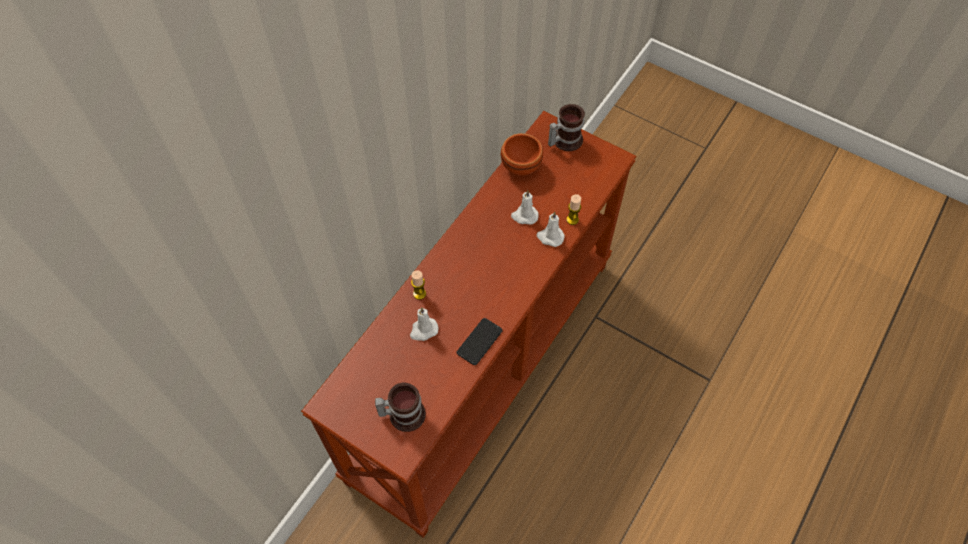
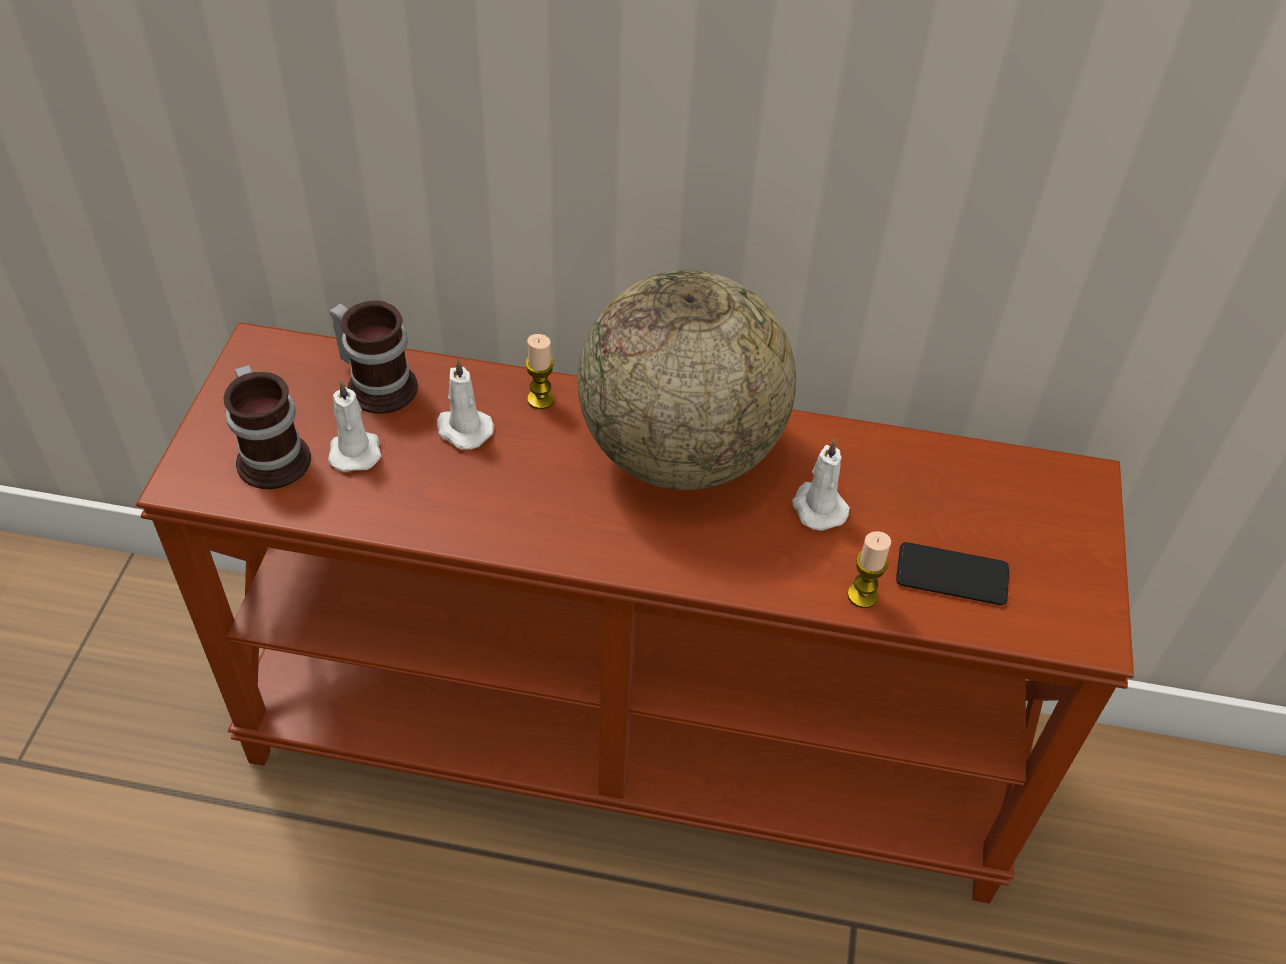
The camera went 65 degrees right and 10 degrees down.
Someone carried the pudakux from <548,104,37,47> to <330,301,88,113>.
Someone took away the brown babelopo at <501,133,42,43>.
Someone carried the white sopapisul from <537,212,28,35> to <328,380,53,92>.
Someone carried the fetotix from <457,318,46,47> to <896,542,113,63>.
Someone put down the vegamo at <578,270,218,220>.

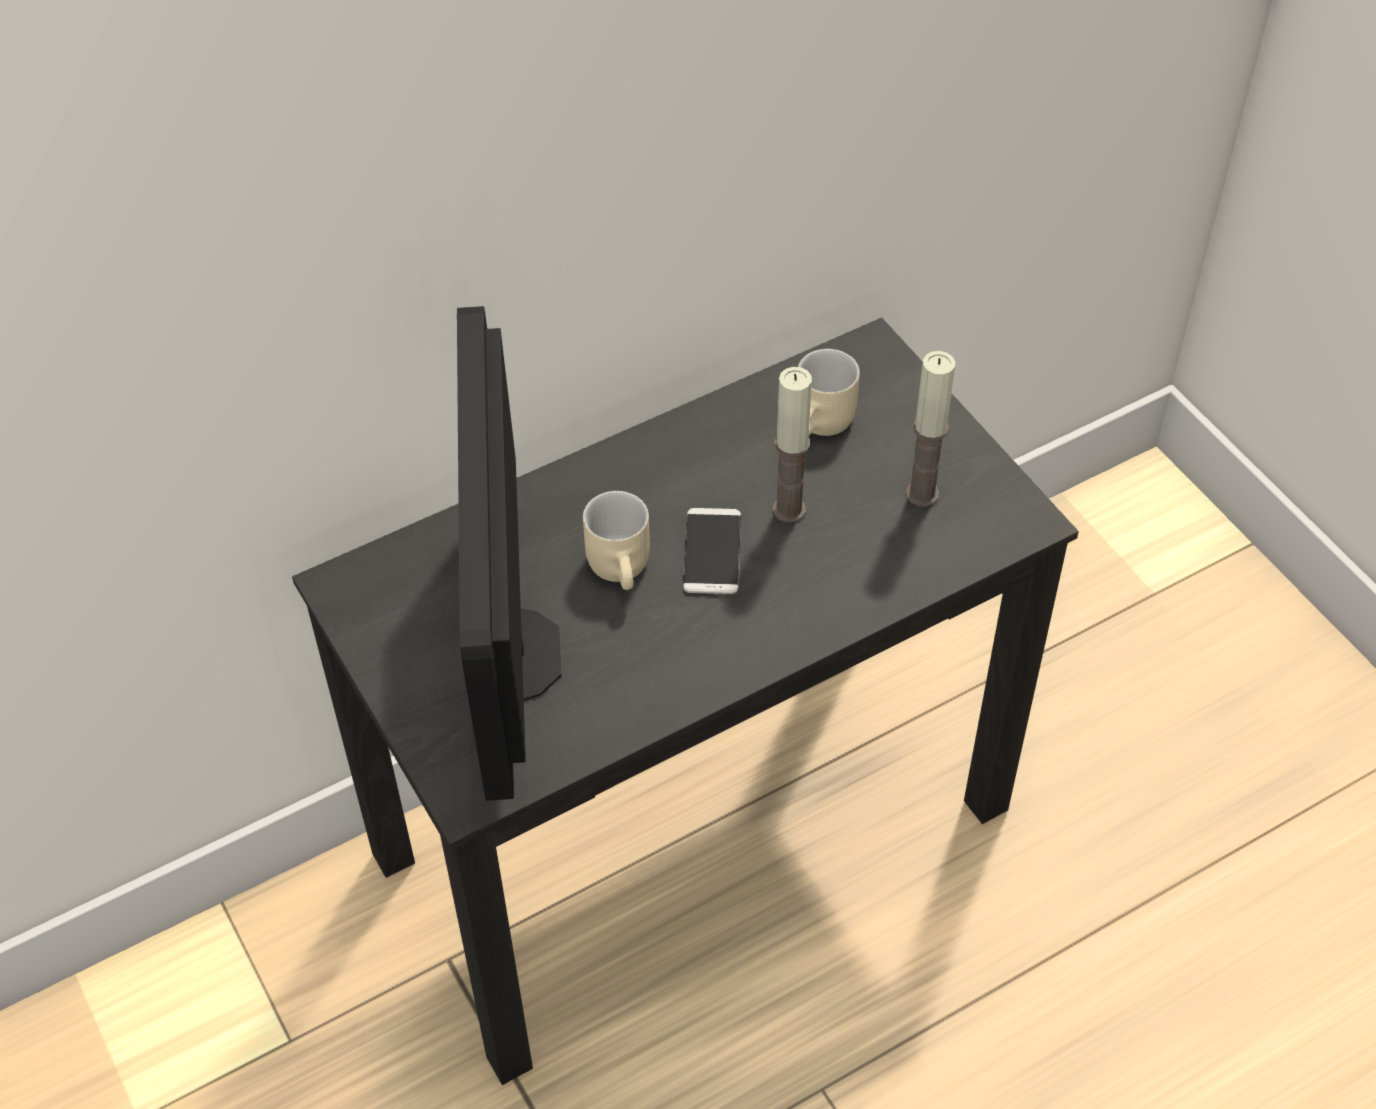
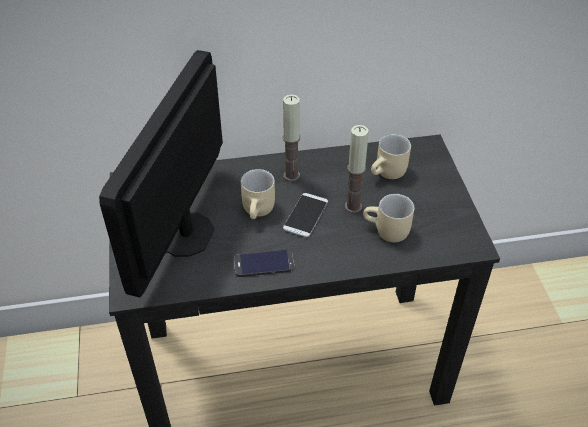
The camera went 20 degrees right and 5 degrees down.
Someone carried the sopapisul from <906,351,50,156> to <283,95,17,86>.
Someone put down the beige pudakux at <363,194,52,48>.
Someone put down the fetotix at <234,249,60,28>.

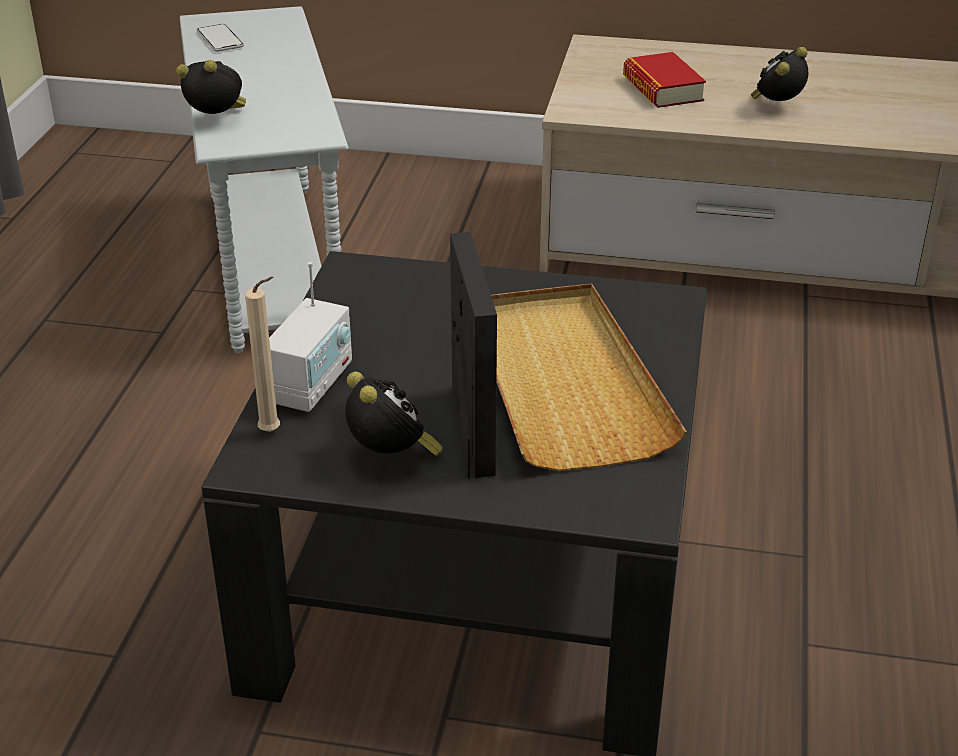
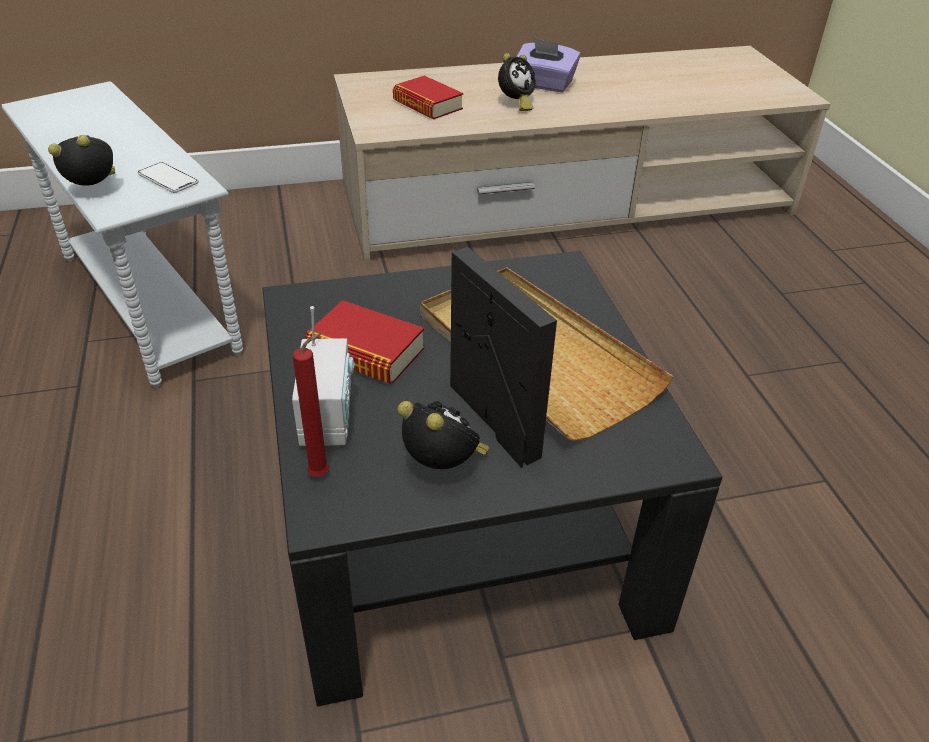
The camera went 25 degrees left and 5 degrees up.
Someone carried the fetotix from <197,24,47,28> to <137,162,61,31>.
Someone rotated the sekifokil at <751,47,57,54> by 150 degrees counterclockwise.
Someone repainted the beige sopapisul at <245,277,35,155>, which became the red sopapisul at <293,333,36,143>.
Someone put down the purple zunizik at <516,38,64,54>.
Someone put down the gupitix at <305,300,119,84>.

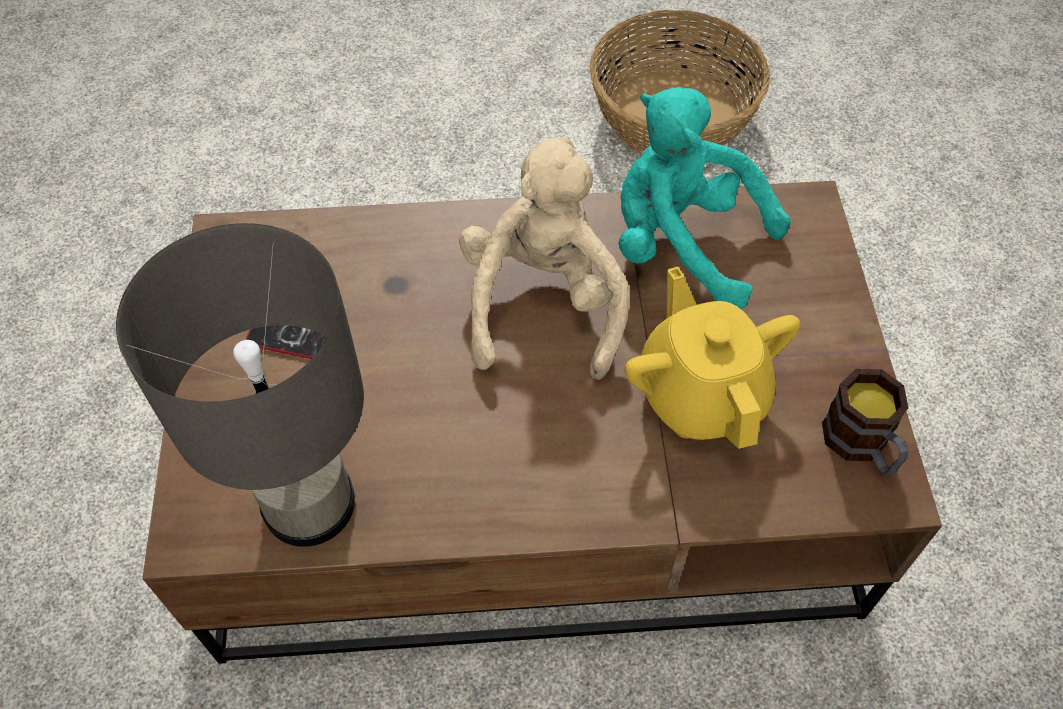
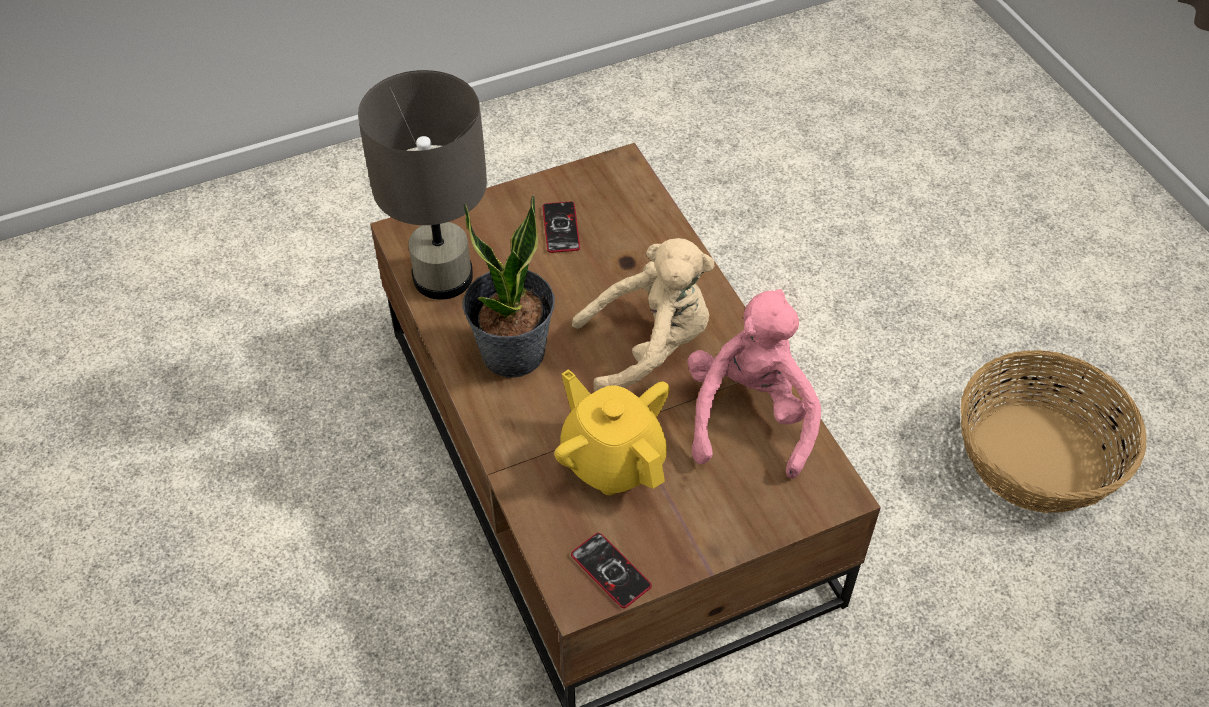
The camera went 70 degrees right and 5 degrees down.
Someone repainted the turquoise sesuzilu at <619,86,172,223>, which became the pink sesuzilu at <687,289,134,190>.
Someone rotated the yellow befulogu at <625,266,175,183> by 90 degrees counterclockwise.
Someone swapped the pudakux at <822,369,87,106> for the fetotix at <571,533,81,75>.
Someone put down the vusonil at <463,195,92,183>.

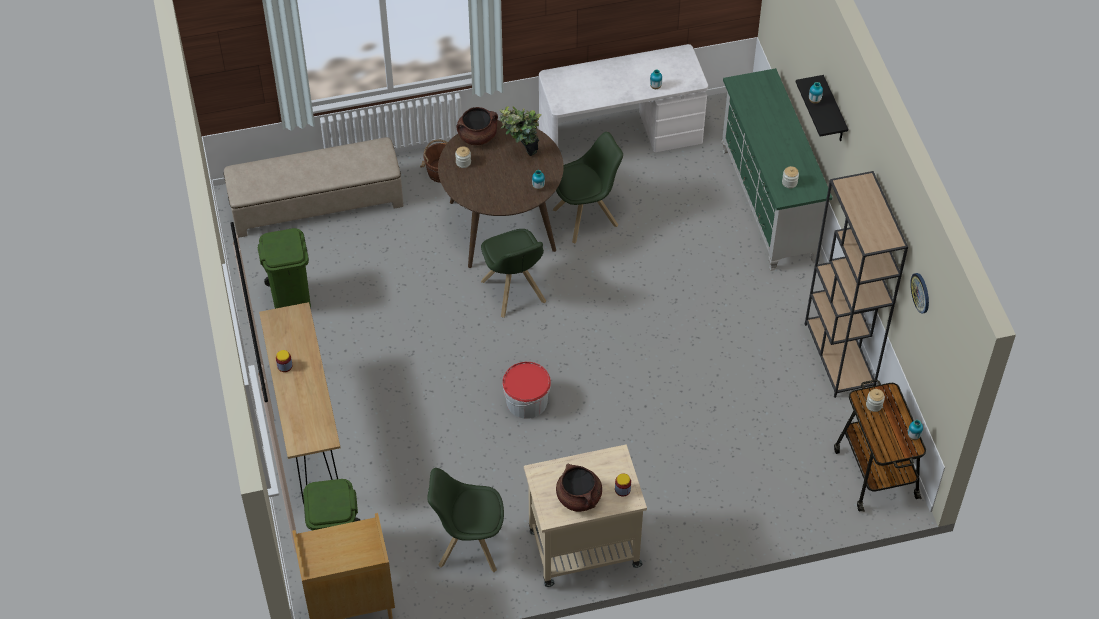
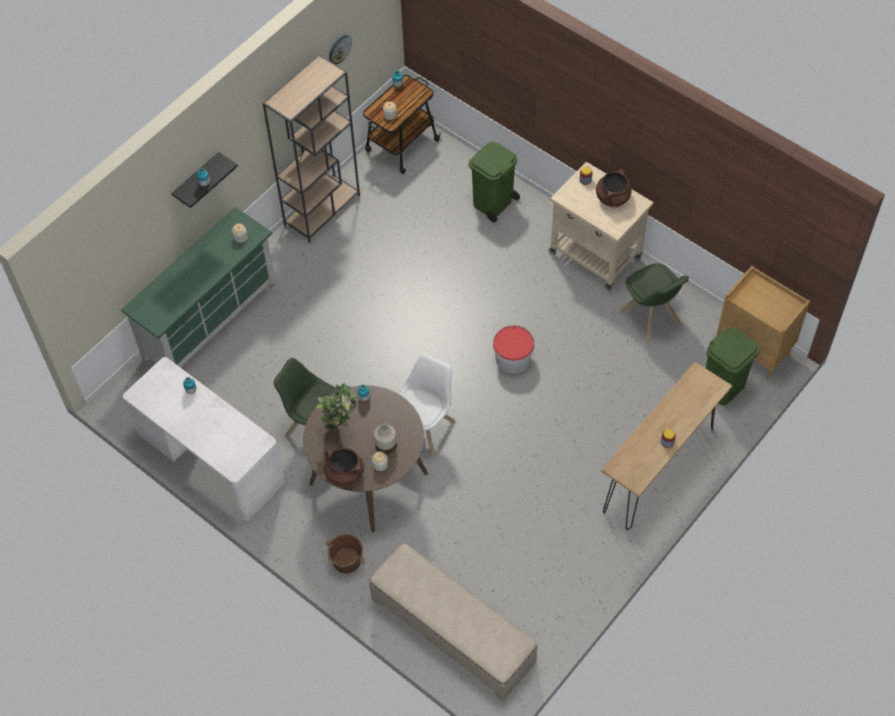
The camera went 125 degrees left and 5 degrees up.
Someone carried the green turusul from <258,228,53,81> to <469,142,51,80>.
Someone repainted the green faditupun at <481,229,65,89>, which became the white faditupun at <399,354,56,103>.
Someone put down the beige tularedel at <374,424,23,30>.

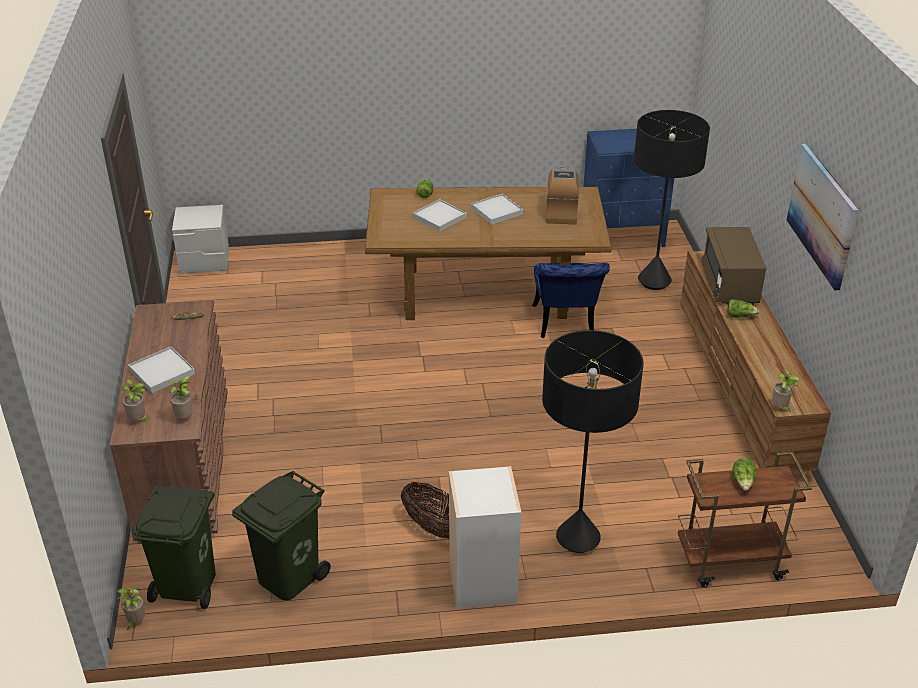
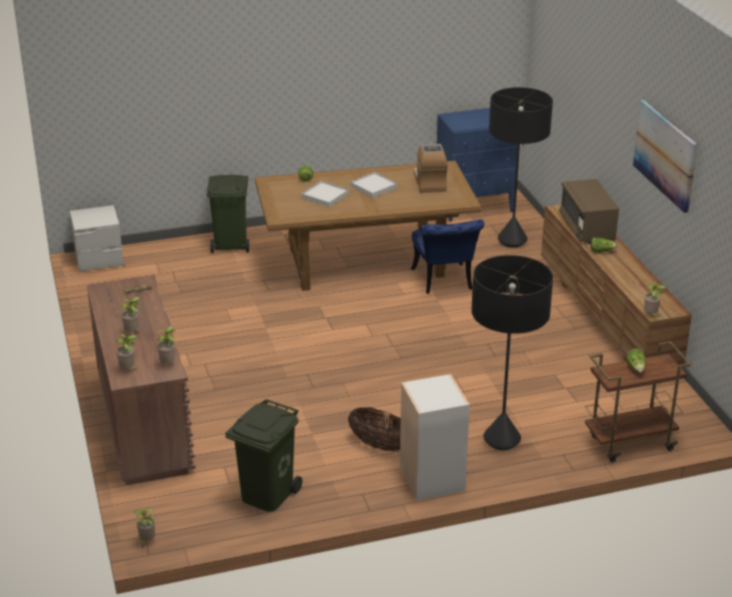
The camera went 10 degrees left and 5 degrees down.
Someone swapped the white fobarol at <128,347,67,46> for the vusonil at <121,297,19,35>.
Someone carried the green turusul from <133,486,83,123> to <207,175,42,78>.

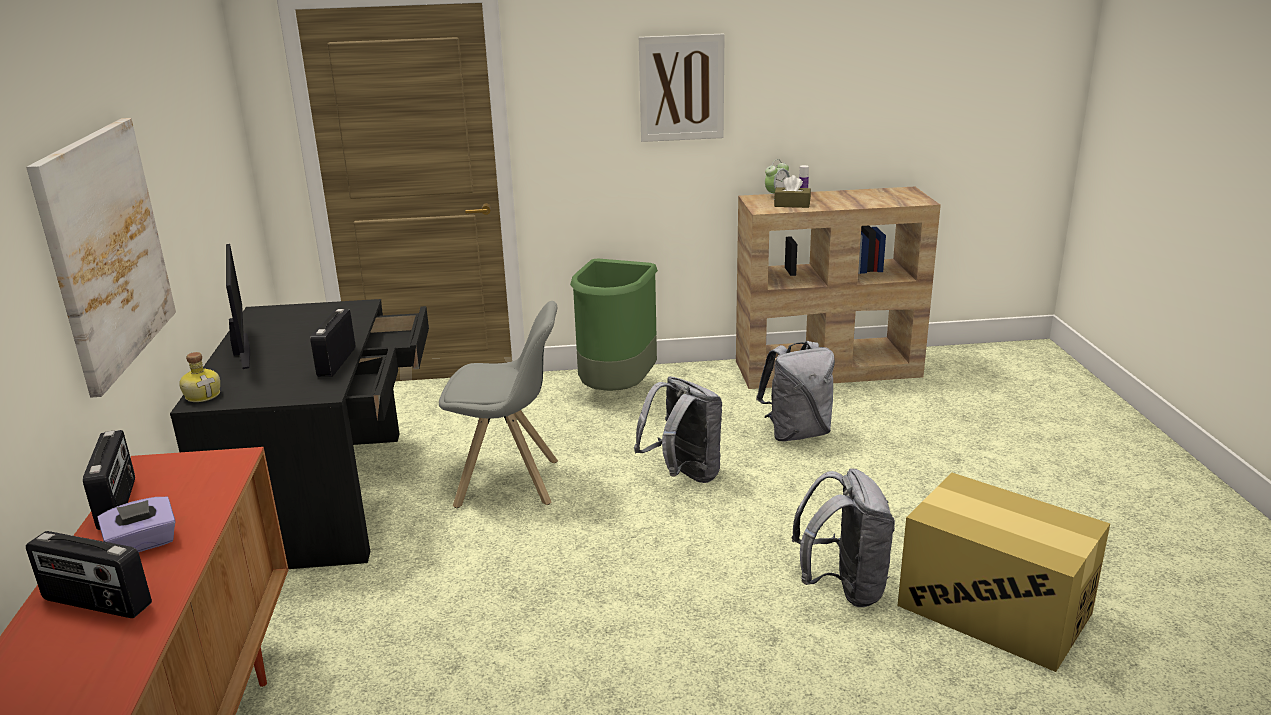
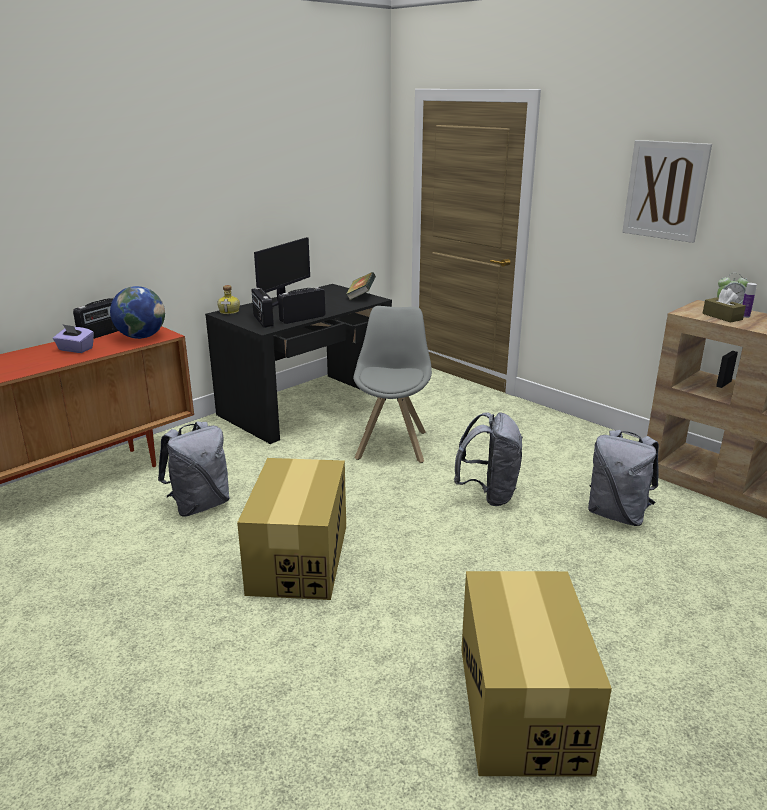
The camera went 50 degrees right and 0 degrees up.
Someone took away the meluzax at <26,118,150,279>.
Someone took away the green turusul at <570,259,88,132>.
Someone rotated the grey faditupun at <439,301,119,207> by 135 degrees counterclockwise.
Someone carried the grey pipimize from <792,468,103,139> to <158,421,72,96>.
Someone carried the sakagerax from <26,531,126,87> to <252,288,22,40>.
Someone put down the gupitix at <346,272,30,28>.
Someone put down the vegamo at <110,286,55,53>.
Someone put down the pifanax at <237,458,109,142>.

